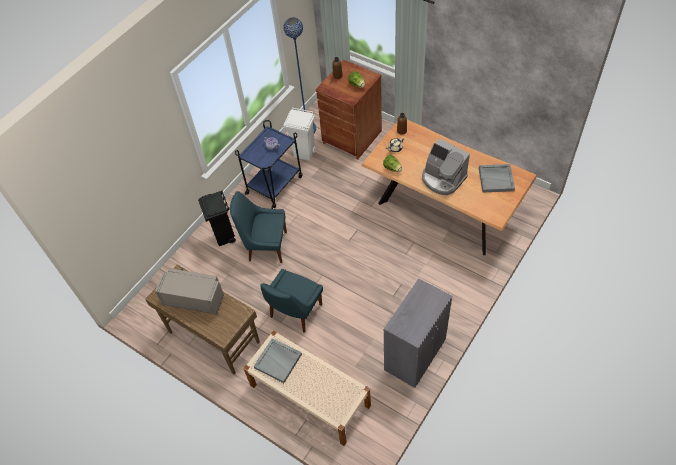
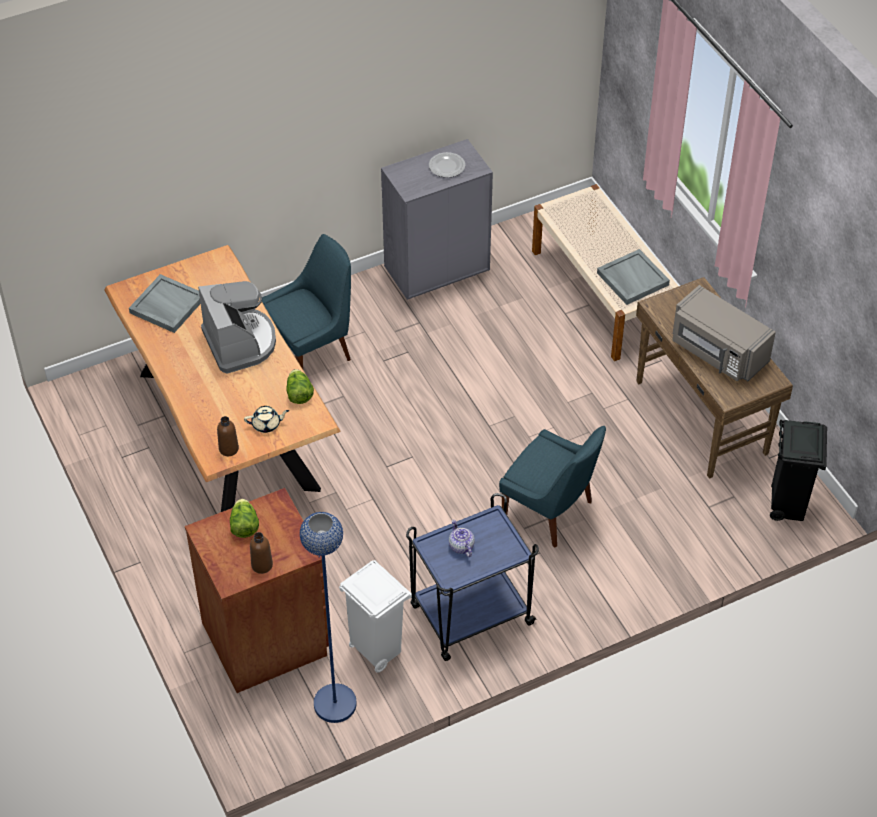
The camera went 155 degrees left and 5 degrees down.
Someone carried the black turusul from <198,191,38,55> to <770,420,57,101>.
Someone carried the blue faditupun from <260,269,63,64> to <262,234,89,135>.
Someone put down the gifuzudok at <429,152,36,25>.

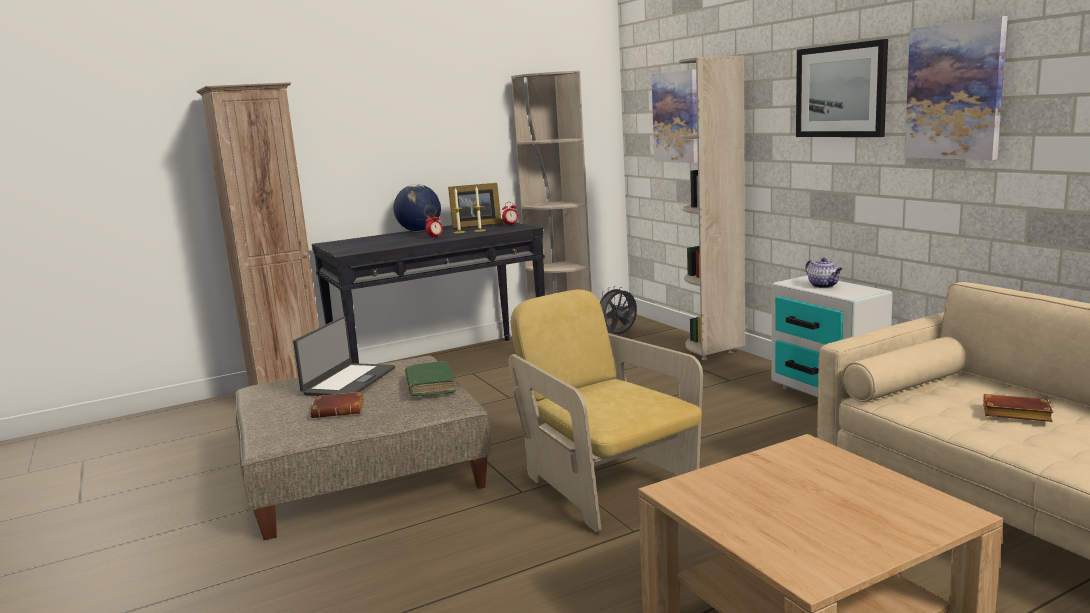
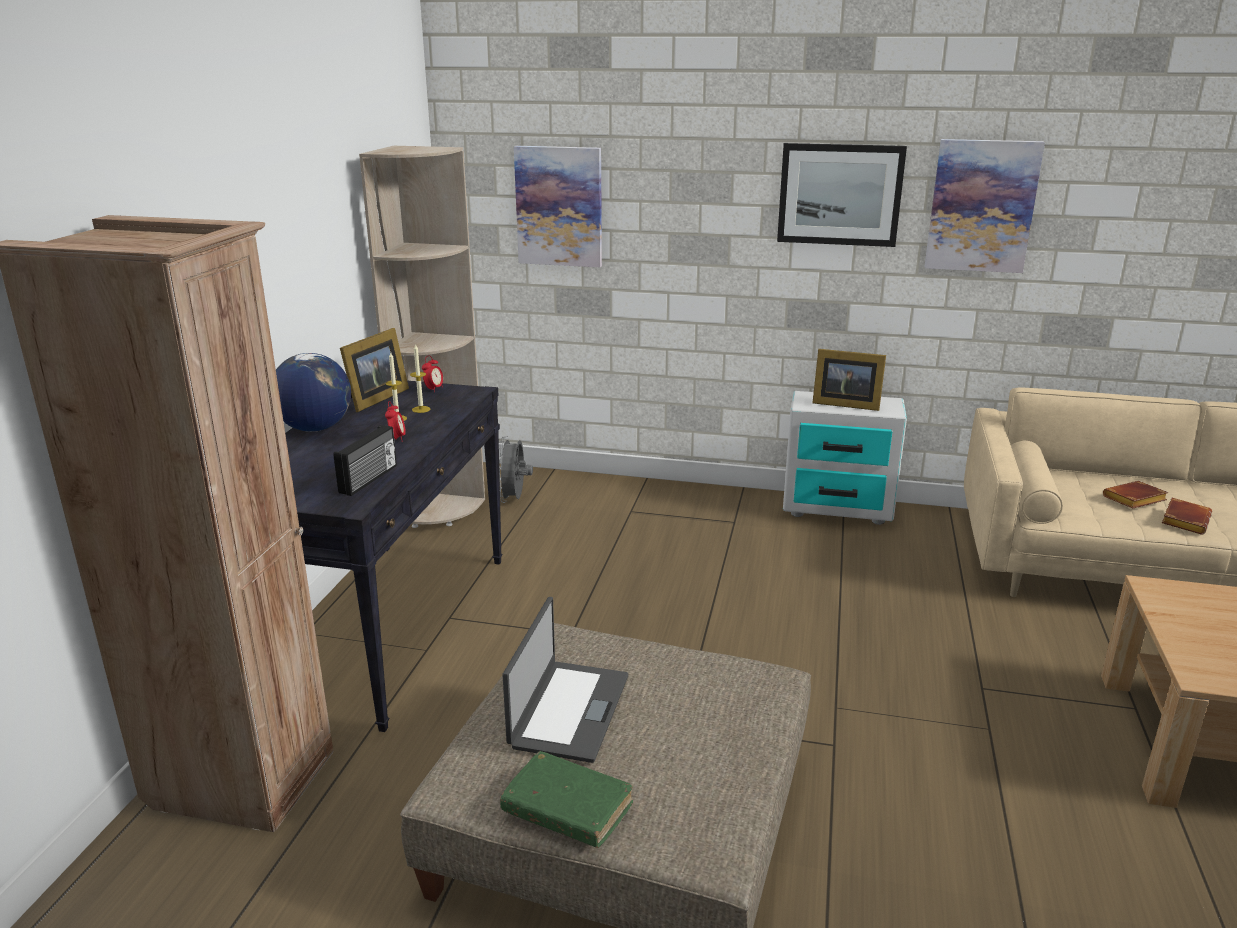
The camera went 50 degrees left and 10 degrees up.
Someone took away the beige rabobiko at <679,56,66,304>.
Someone swapped the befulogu at <805,257,37,31> for the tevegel at <812,349,74,62>.
Someone took away the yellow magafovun at <509,289,194,244>.
Someone rotated the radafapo at <293,316,102,80> by 45 degrees clockwise.
Someone carried the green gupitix from <405,361,51,35> to <500,751,133,97>.
Someone carried the brown gupitix from <310,392,54,26> to <1162,498,50,37>.
Someone put down the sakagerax at <333,425,64,71>.

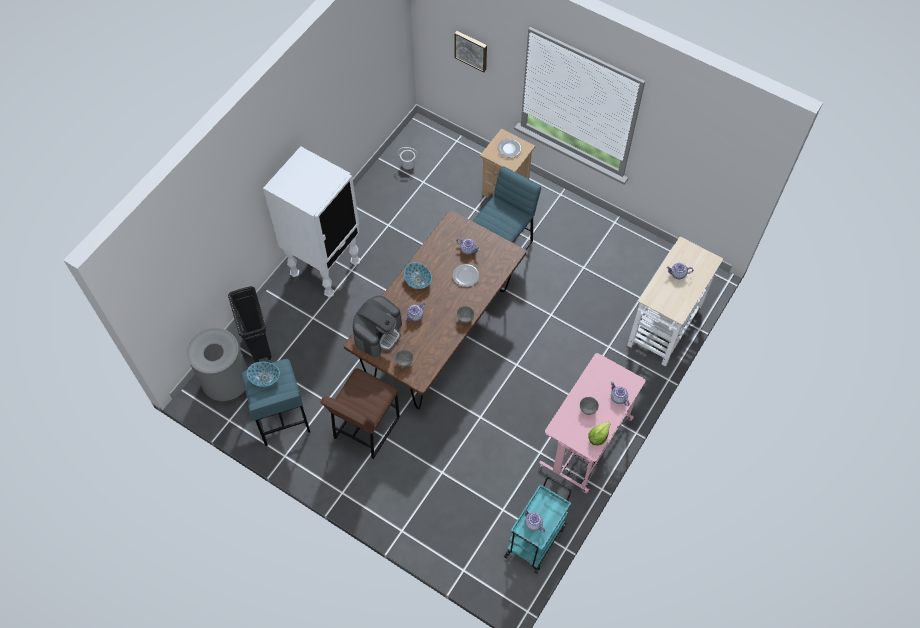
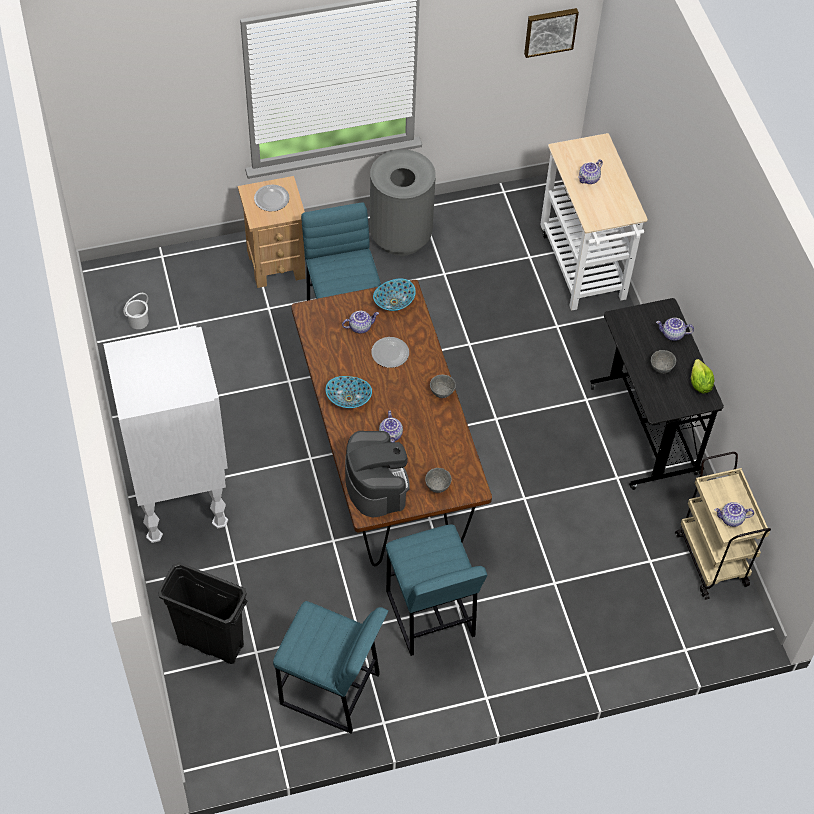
The camera went 50 degrees left and 5 degrees down.
Someone carried the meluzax from <454,31,33,41> to <524,8,55,50>.
Someone carried the grey turusul from <187,328,61,73> to <370,149,66,107>.
Someone repainted the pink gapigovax at <539,353,106,140>, which became the black gapigovax at <590,298,134,192>.
Someone carried the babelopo from <247,362,33,25> to <373,278,43,33>.
Someone repainted the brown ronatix at <320,368,80,91>, which became the blue ronatix at <386,524,101,132>.
Someone repainted the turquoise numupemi at <504,477,67,97>, which became the beige numupemi at <675,452,96,148>.

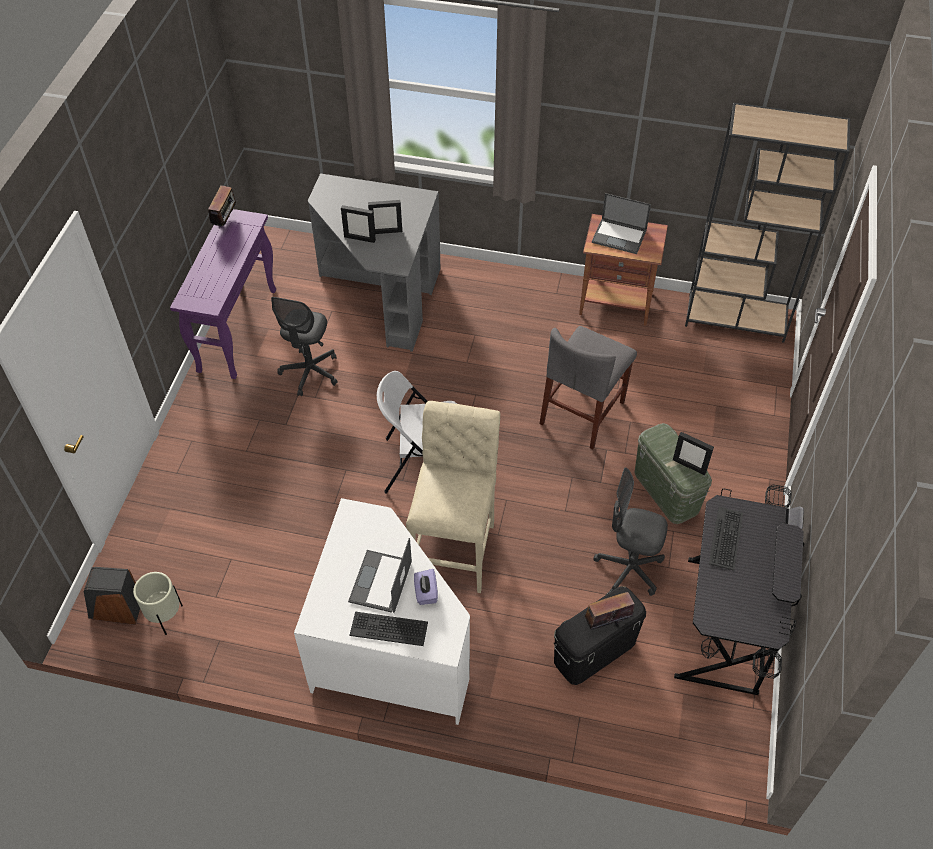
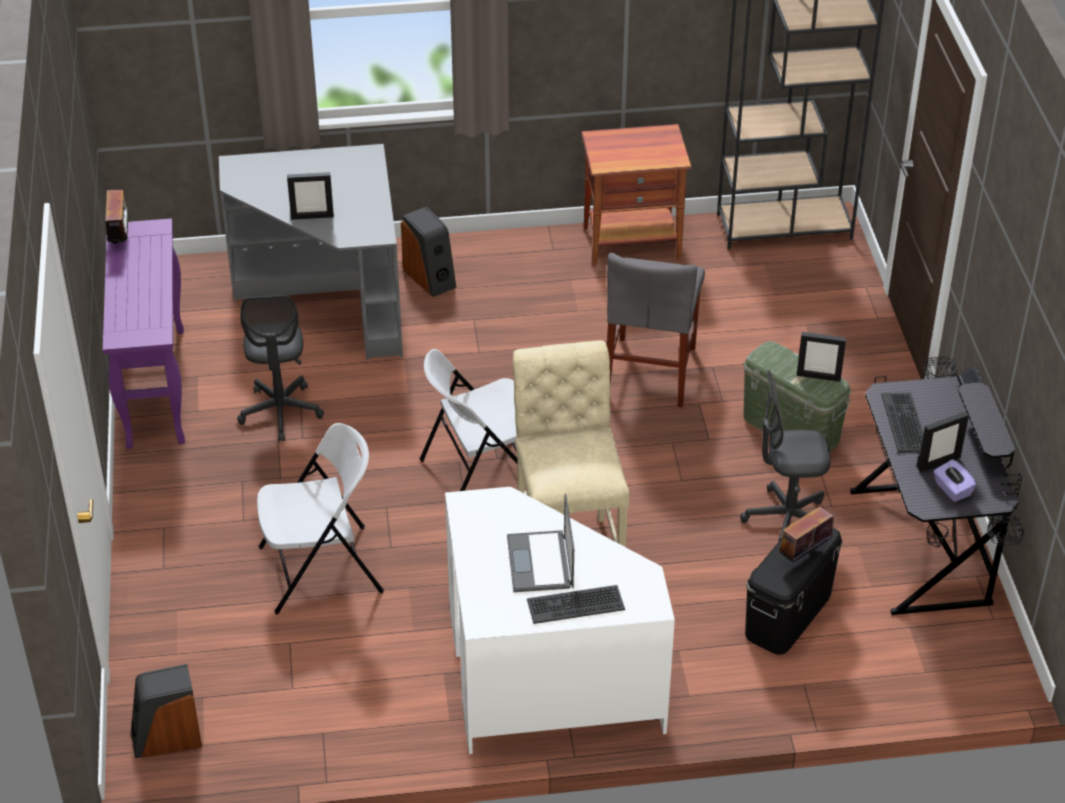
The camera went 20 degrees left and 10 degrees down.
Someone took away the radafapo at <592,193,59,61>.
Someone carried the tevegel from <368,200,34,34> to <916,412,53,60>.
Someone carried the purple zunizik from <414,569,24,36> to <934,459,43,43>.
Someone took away the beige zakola at <133,572,50,63>.
Someone put down the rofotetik at <401,206,56,91>.
Someone put down the white faditupun at <257,423,127,192>.

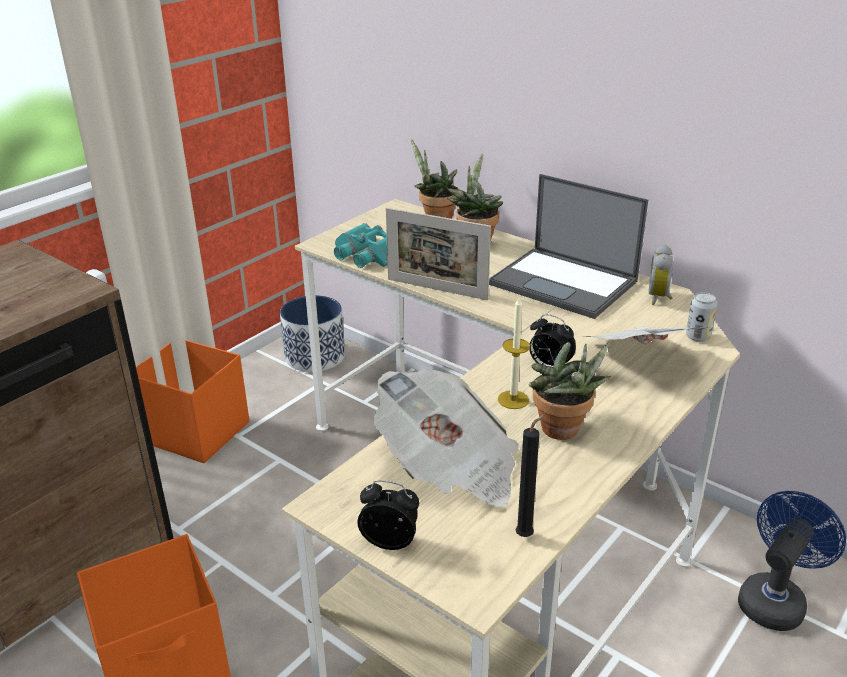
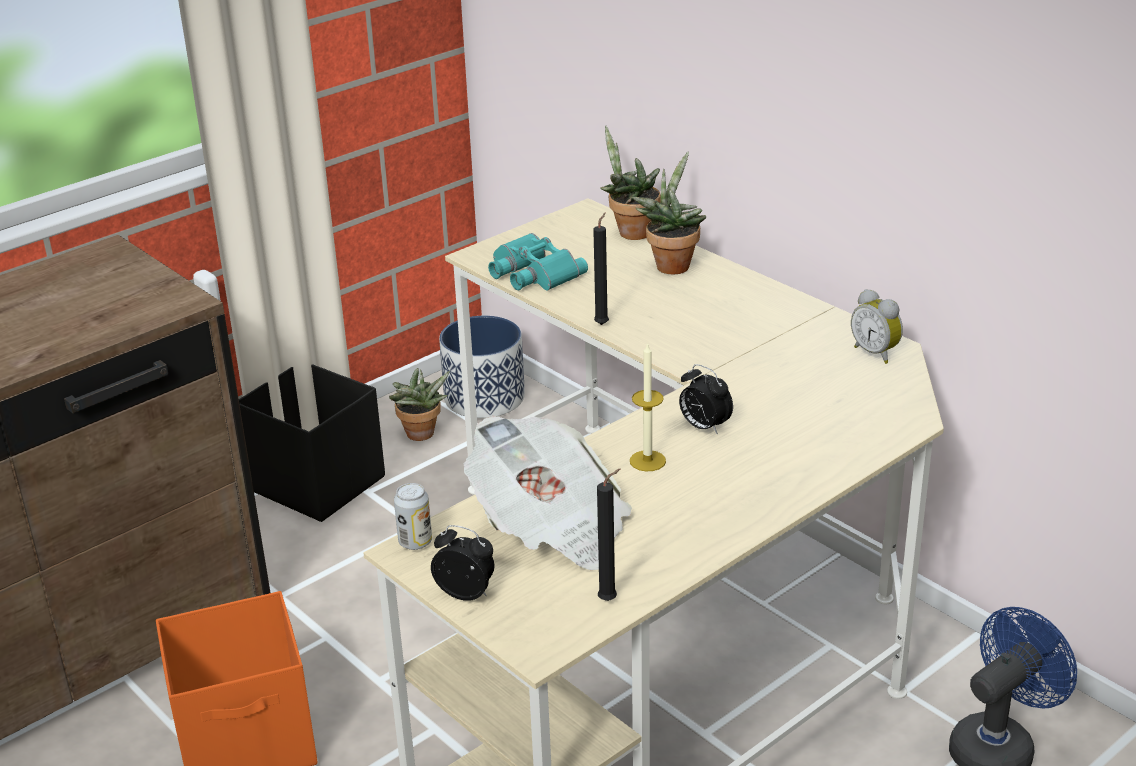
The camera went 10 degrees right and 0 degrees up.
Someone took away the radafapo at <489,174,159,145>.
Someone swapped the tevegel at <386,207,105,93> for the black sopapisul at <593,212,16,113>.
Someone rotated the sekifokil at <649,244,24,61> by 60 degrees counterclockwise.
Someone carried the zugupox from <686,292,31,50> to <394,483,38,67>.
Someone took away the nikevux at <584,326,125,19>.
Someone repainted the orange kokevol at <136,340,113,123>, which became the black kokevol at <239,364,146,158>.
Someone carried the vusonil from <529,342,82,98> to <389,368,61,73>.

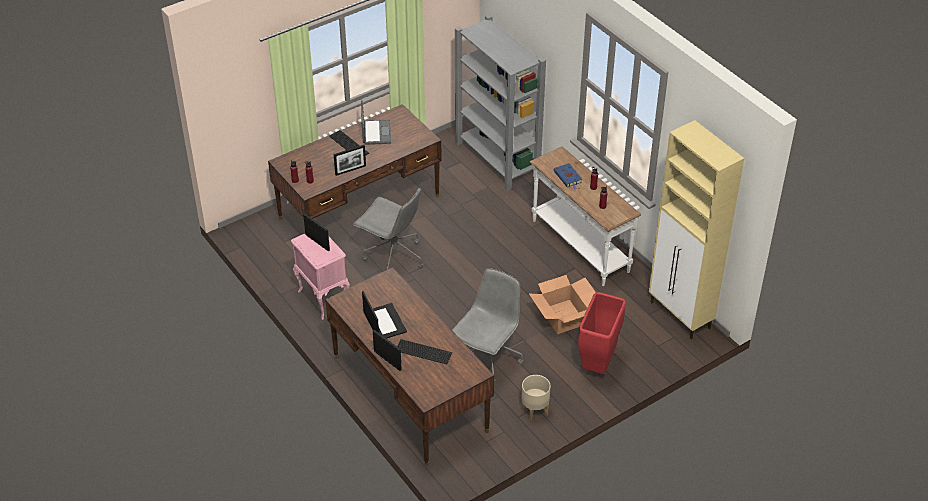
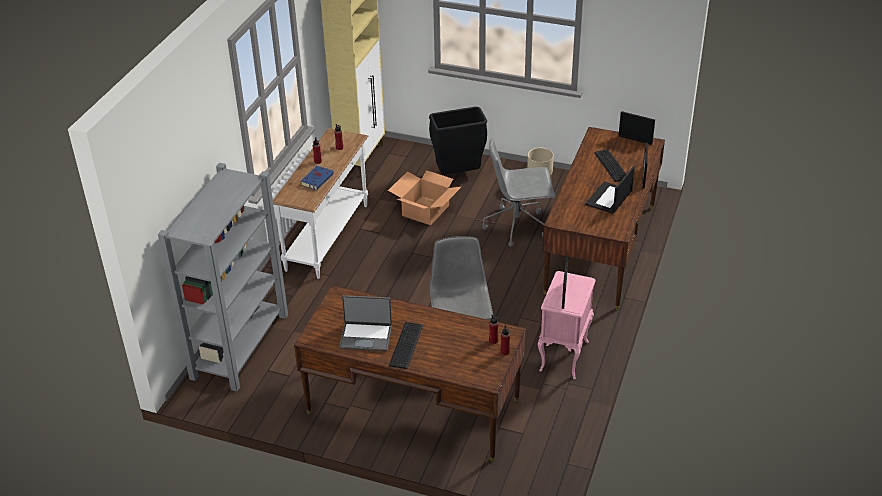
The camera went 125 degrees left and 5 degrees down.
Someone rotated the radafapo at <361,100,30,45> by 135 degrees counterclockwise.
Someone carried the tevegel from <334,145,32,31> to <619,111,36,34>.
Someone repainted the red turusul at <578,292,48,82>, which became the black turusul at <429,107,58,68>.

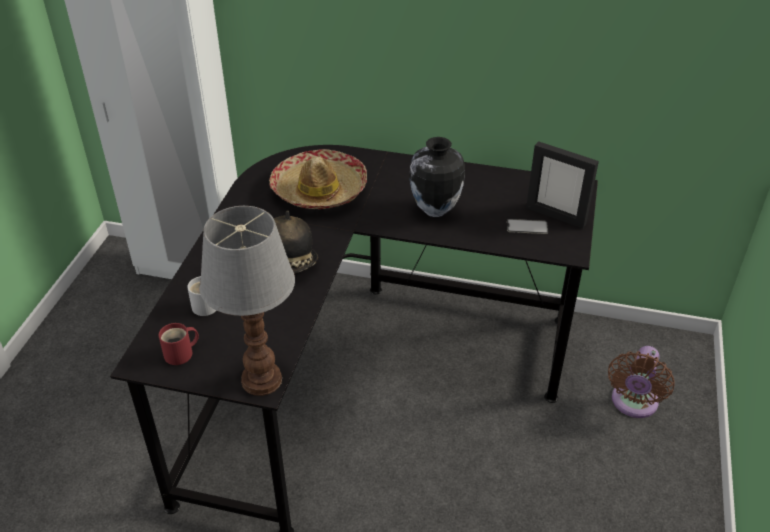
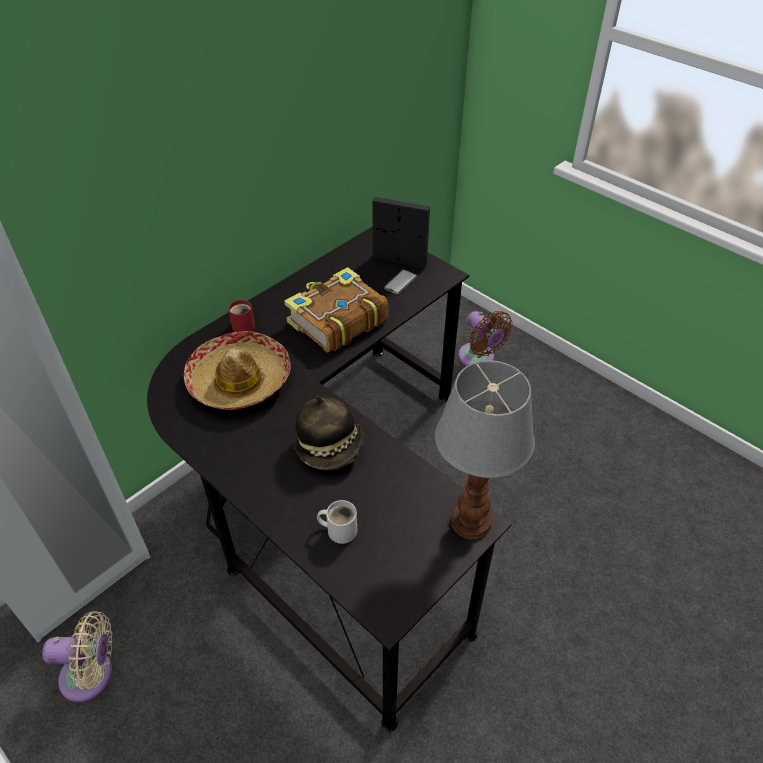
The camera went 60 degrees left and 5 degrees up.
Someone swapped the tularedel at <409,137,56,80> for the gupitix at <284,267,104,85>.
Someone rotated the tevegel at <526,141,73,87> by 135 degrees counterclockwise.
Someone carried the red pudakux from <159,323,40,42> to <228,300,27,32>.
Someone put down the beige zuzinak at <42,611,71,91>.

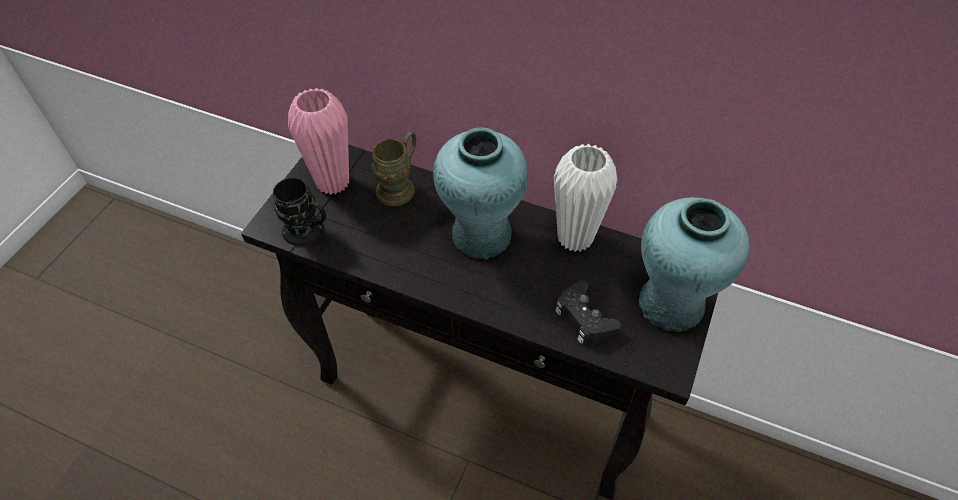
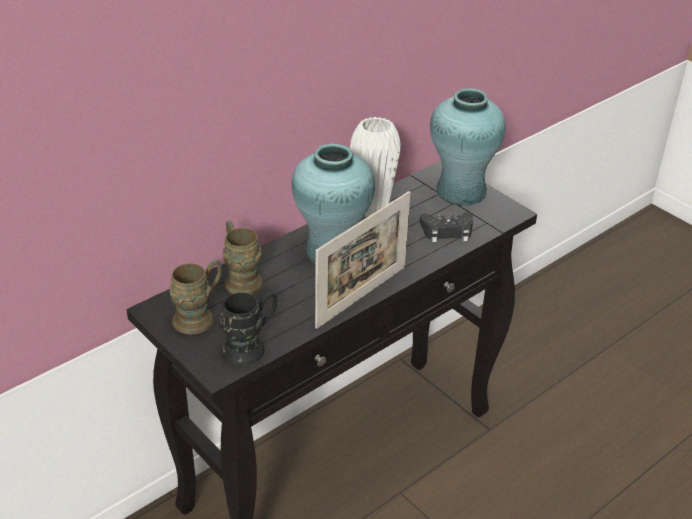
The camera went 65 degrees left and 15 degrees down.
Someone swapped the pink tularedel at <288,88,61,107> for the brown pudakux at <169,260,53,74>.
Someone put down the tevegel at <315,191,96,138>.

